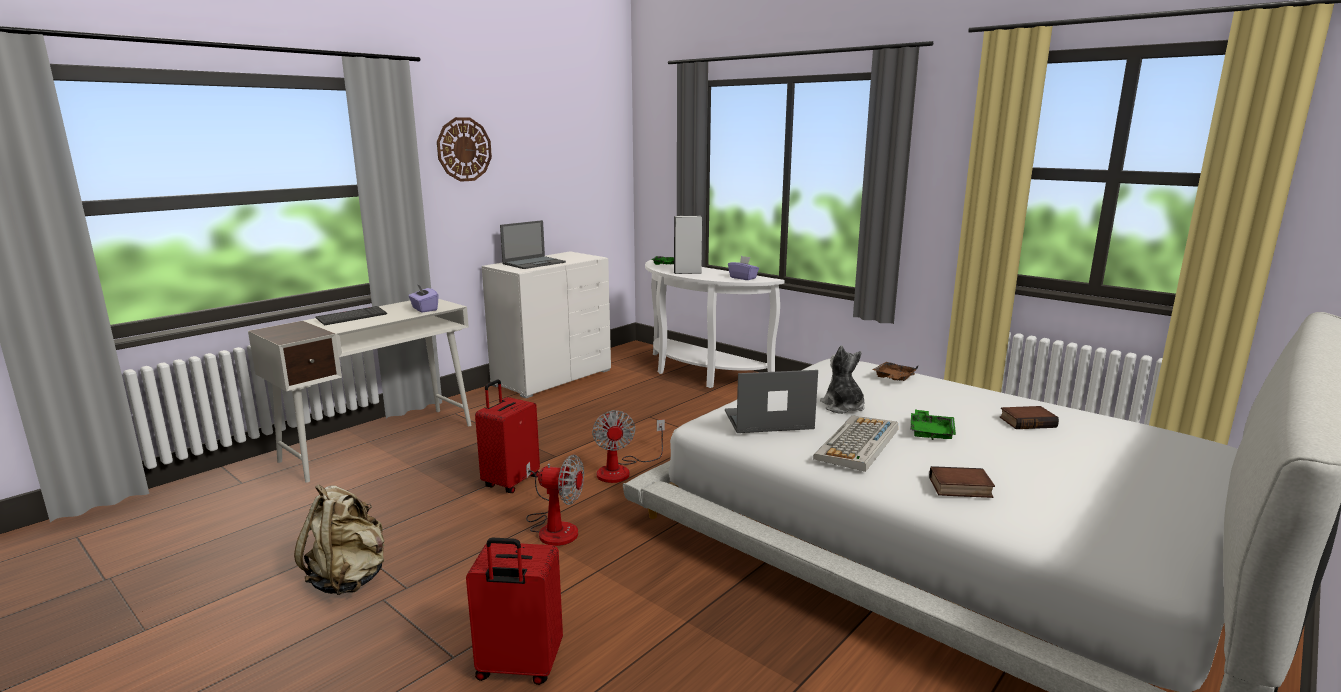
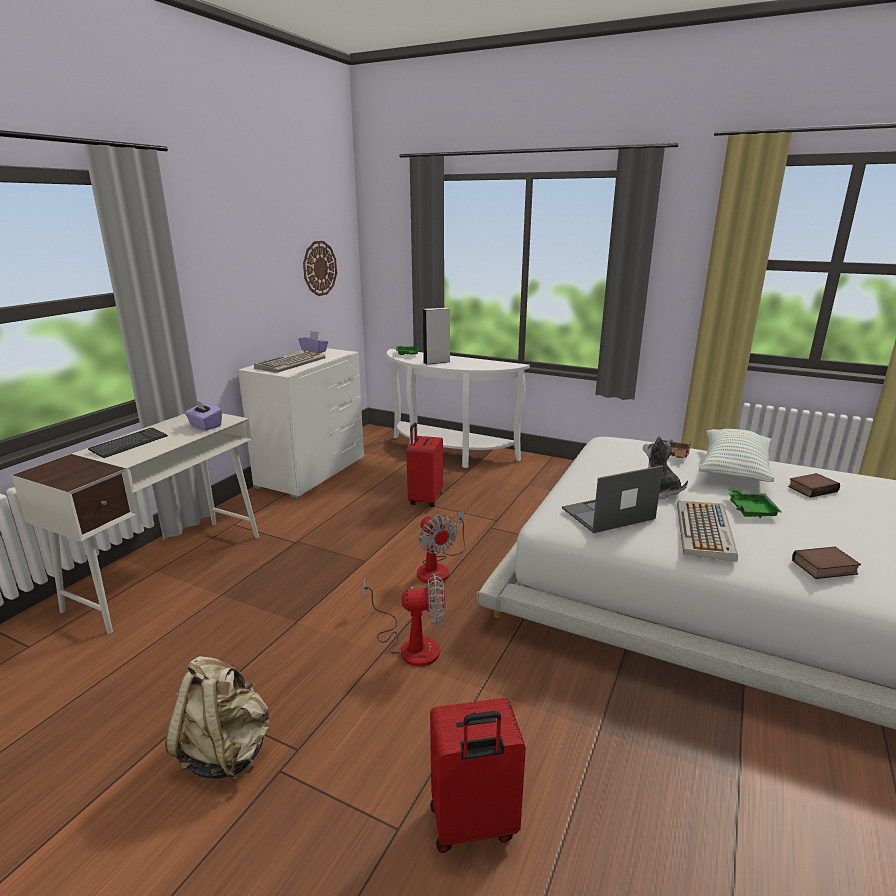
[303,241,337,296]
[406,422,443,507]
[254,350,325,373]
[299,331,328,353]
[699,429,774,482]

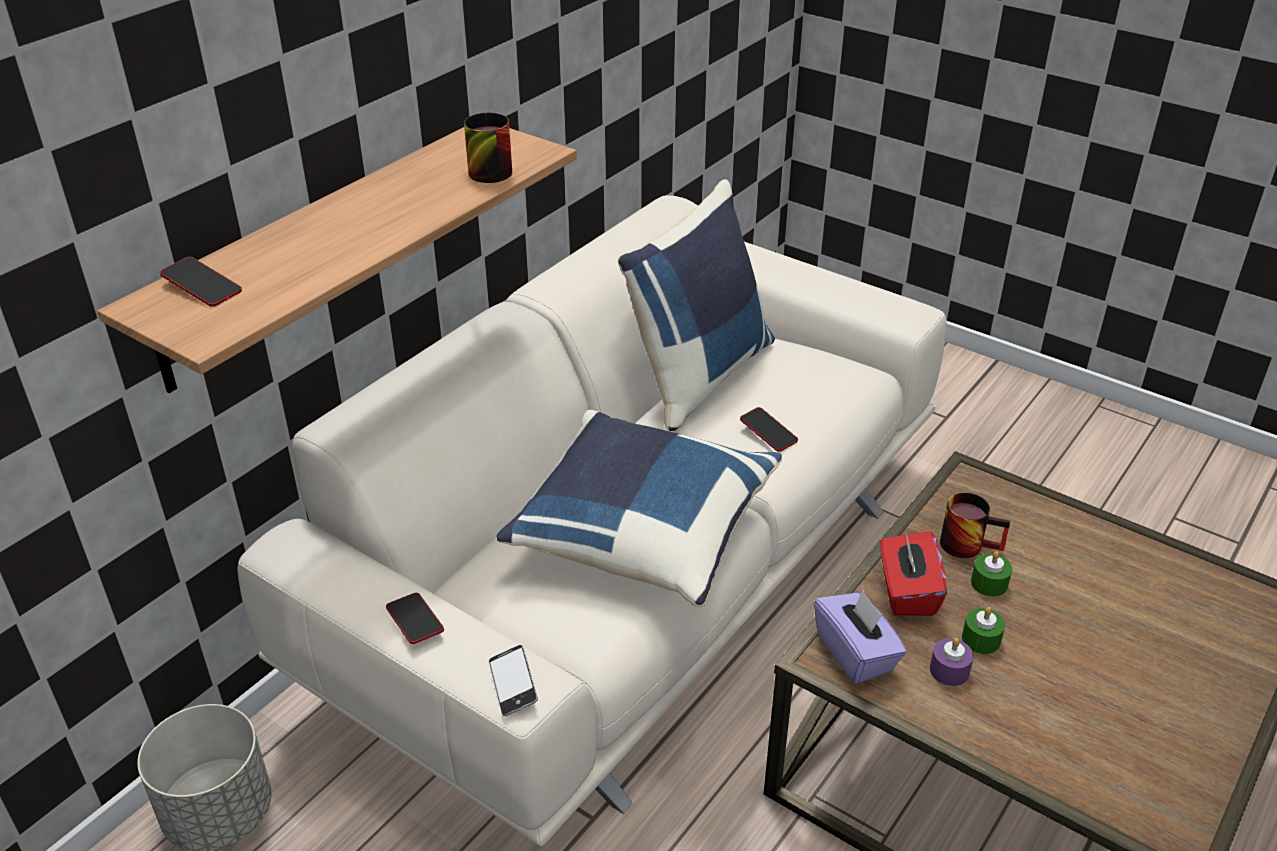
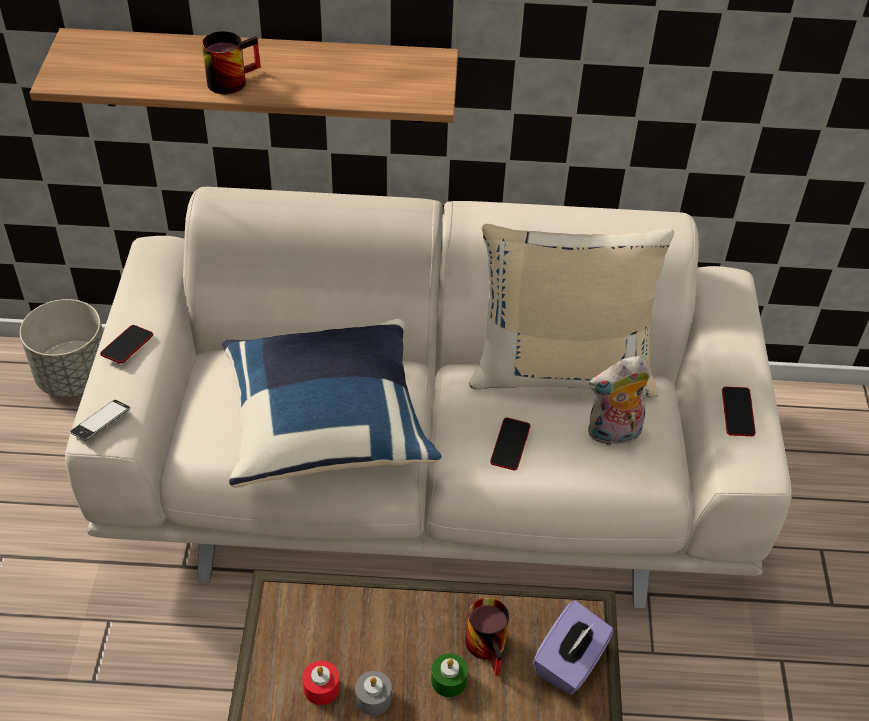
[722,387,756,436]
[202,31,261,94]
[469,224,674,397]
[533,600,614,695]
[880,531,947,616] (first image)
[303,661,340,705]
[355,671,392,716]
[588,356,651,445]

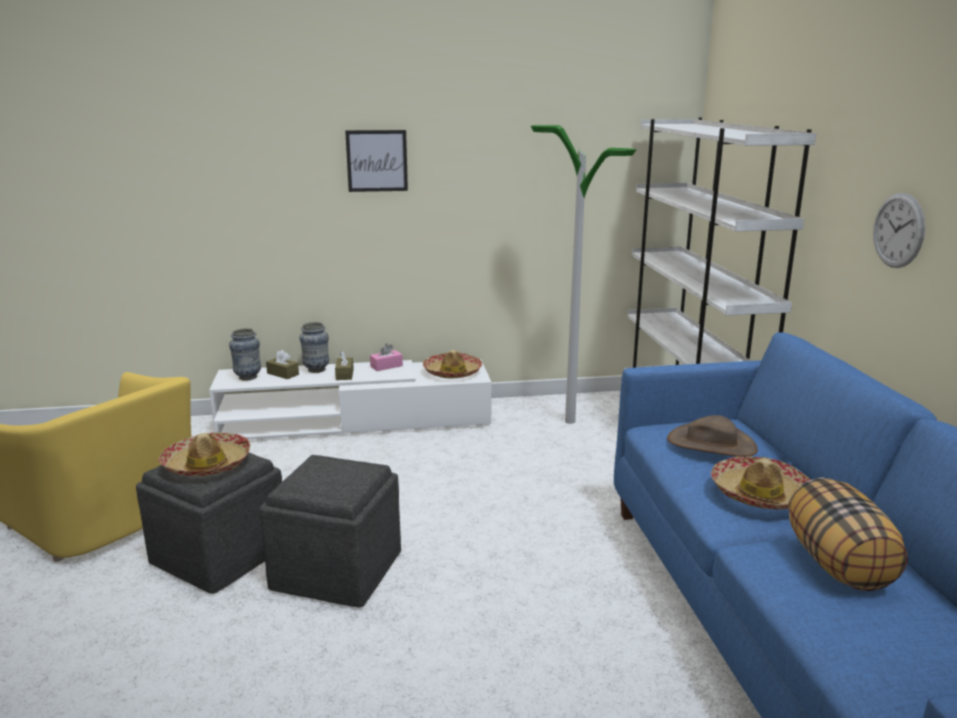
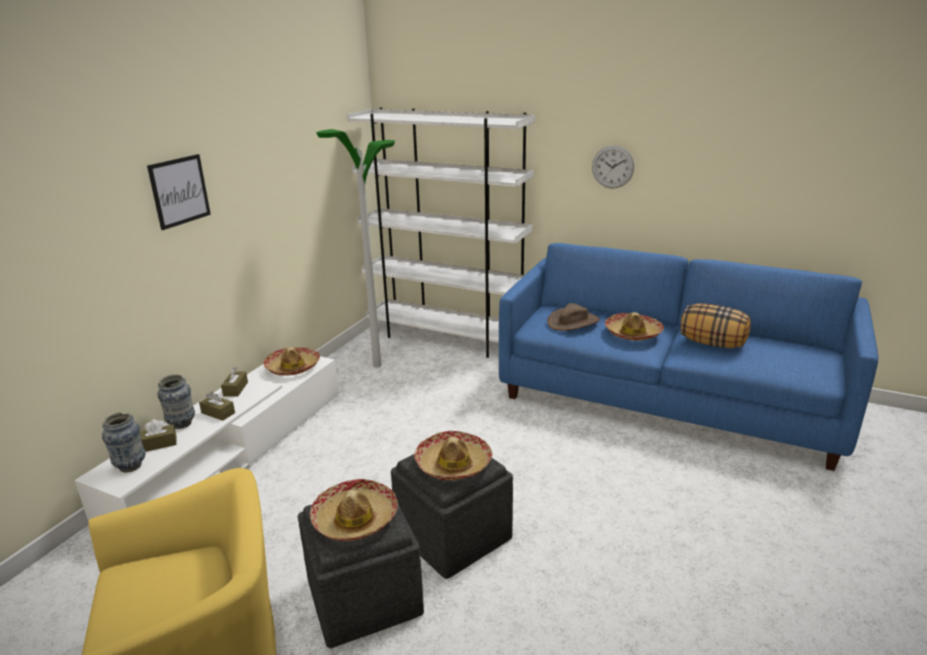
[221,367,248,397]
[414,431,492,480]

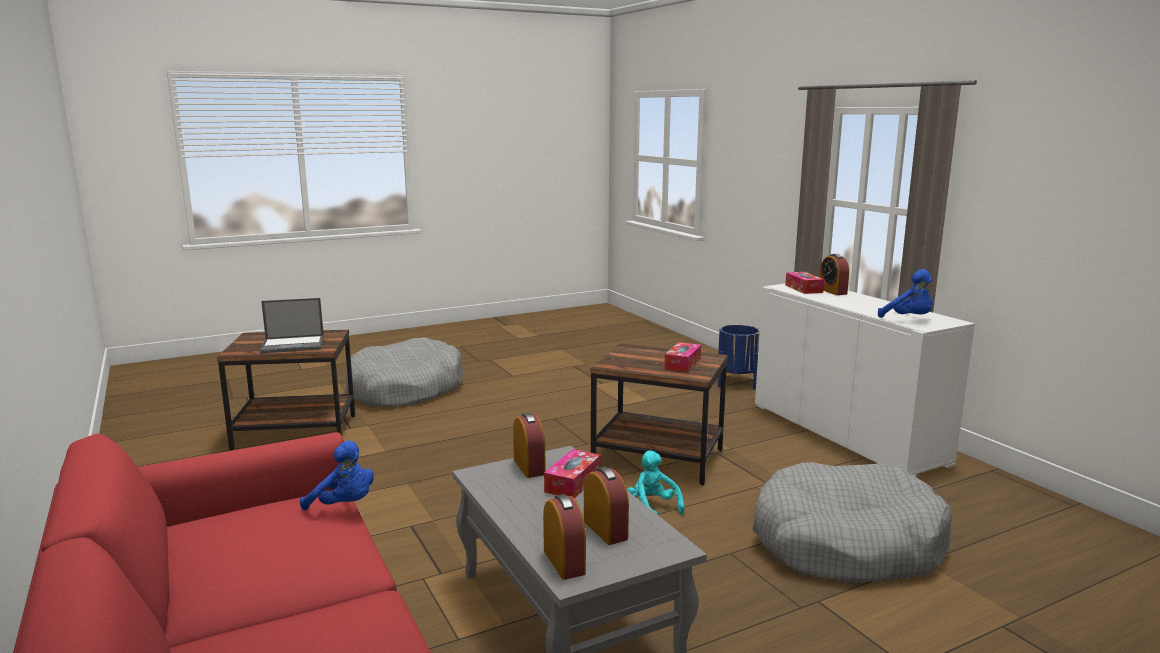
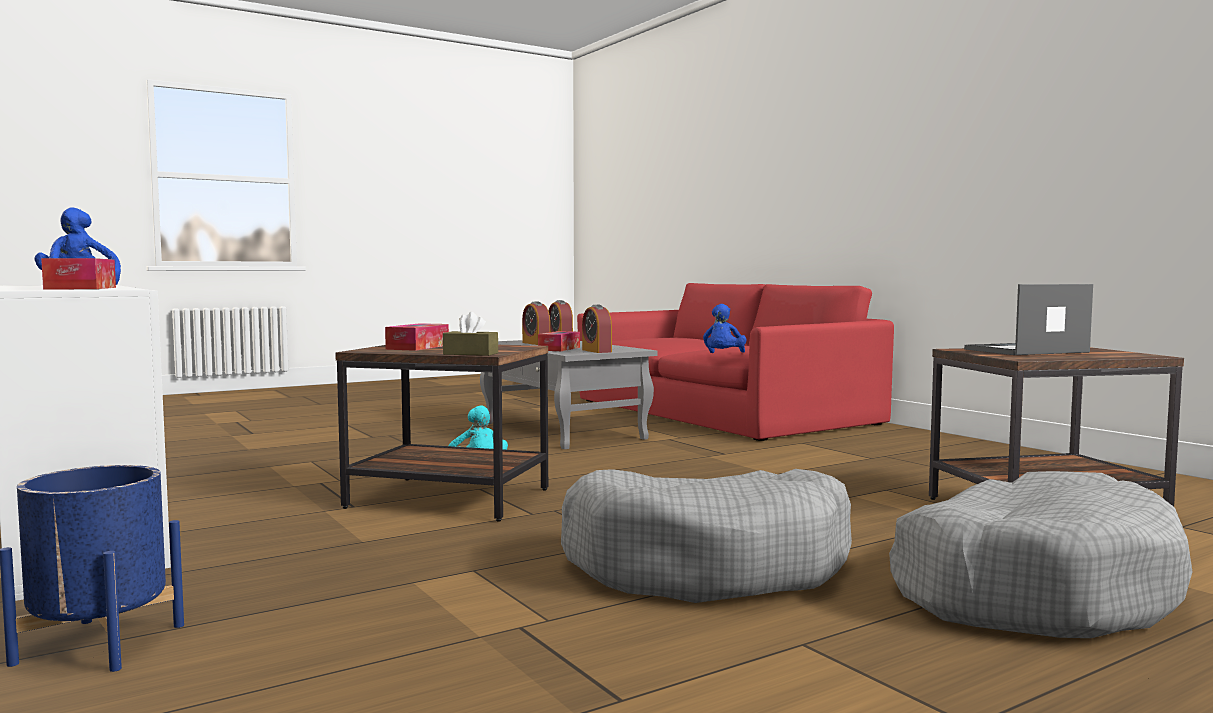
[703,304,746,353]
[561,469,852,603]
[820,254,849,295] (first image)
[443,312,498,356]

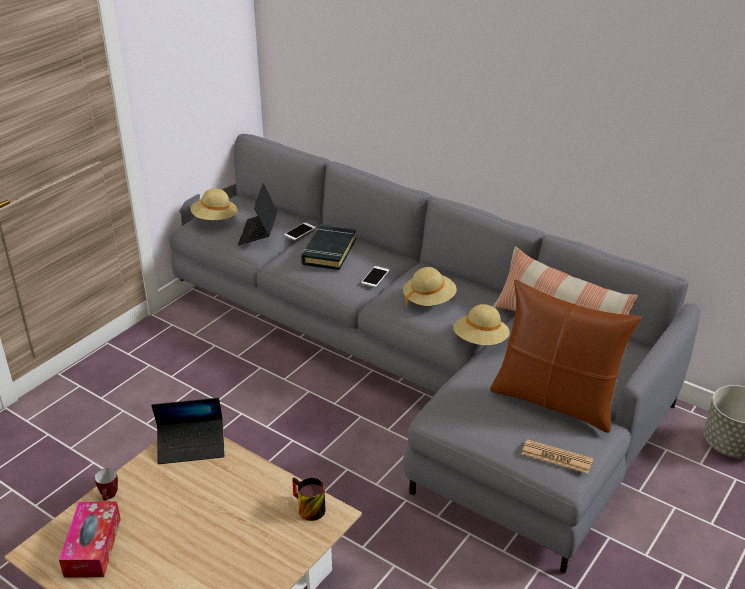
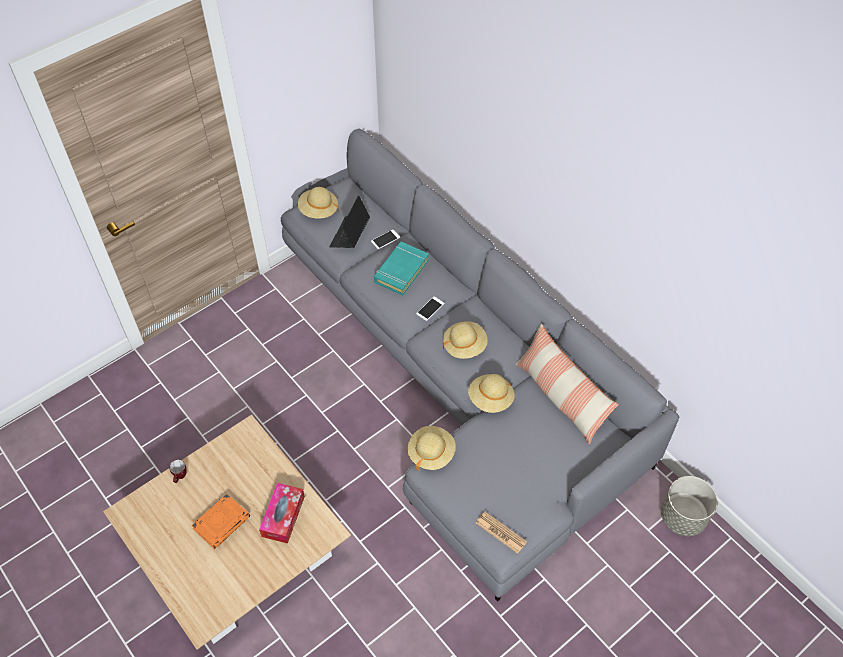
[259,483,305,544]
[151,398,225,464] (first image)
[292,477,325,521] (first image)
[374,242,429,295]
[490,280,641,433] (first image)
[191,494,250,549]
[407,426,456,471]

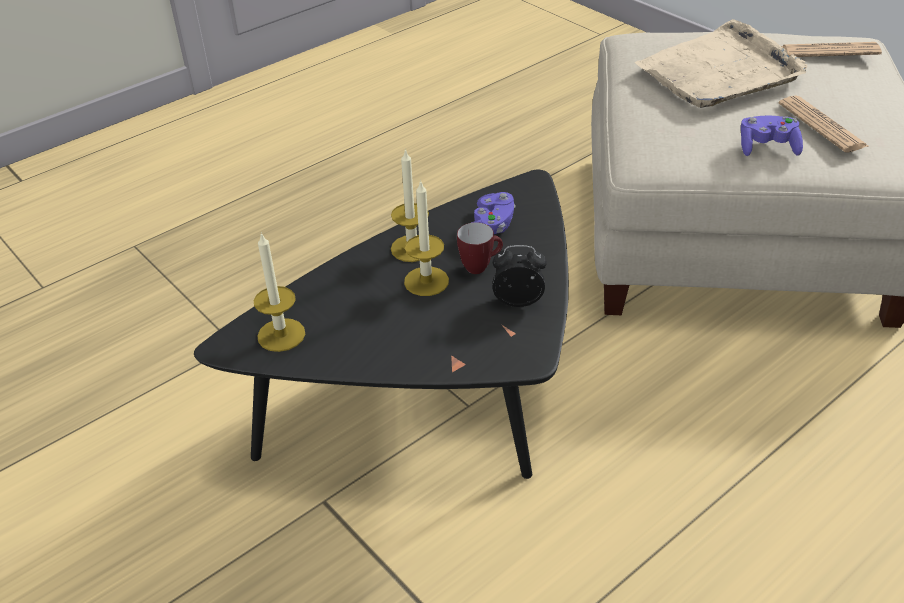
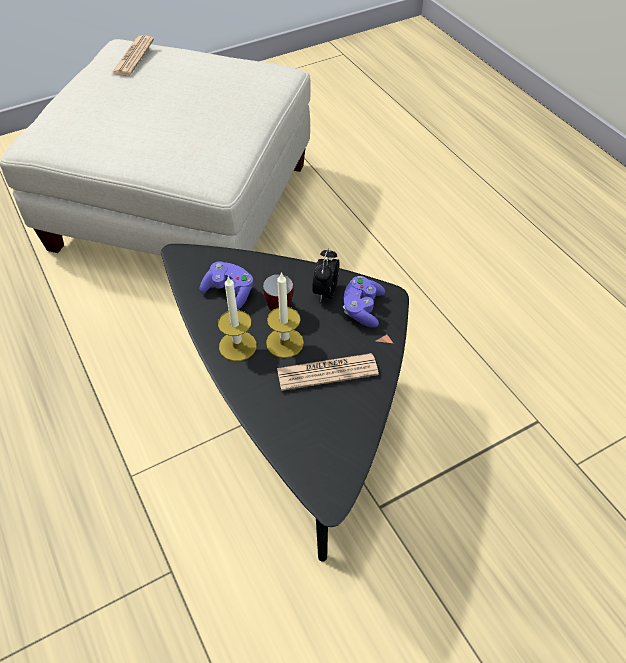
[253,232,305,352] (first image)
[635,19,807,108] (first image)
[343,276,385,327]
[277,353,379,391]

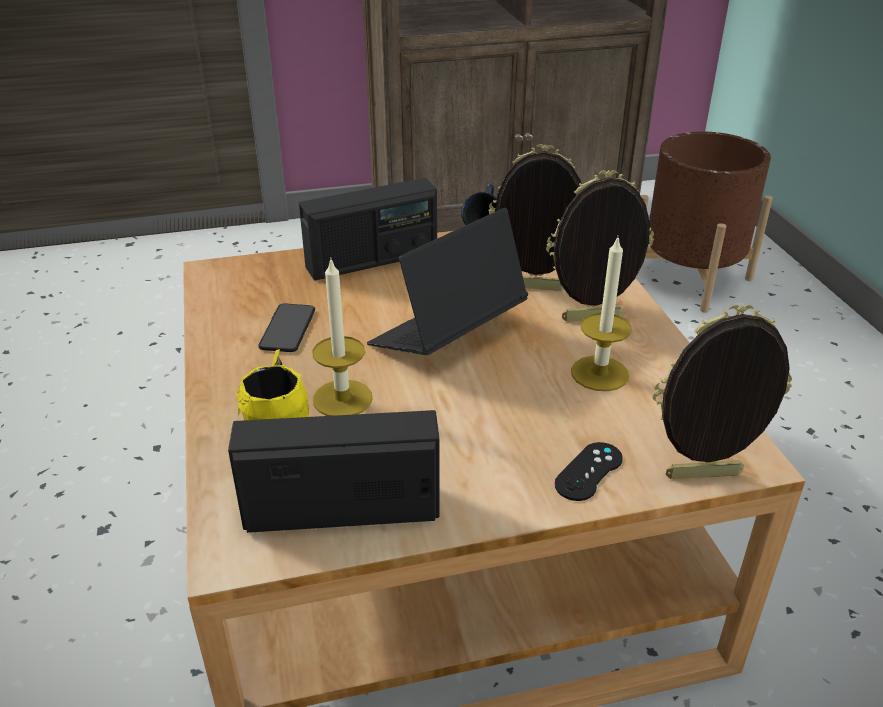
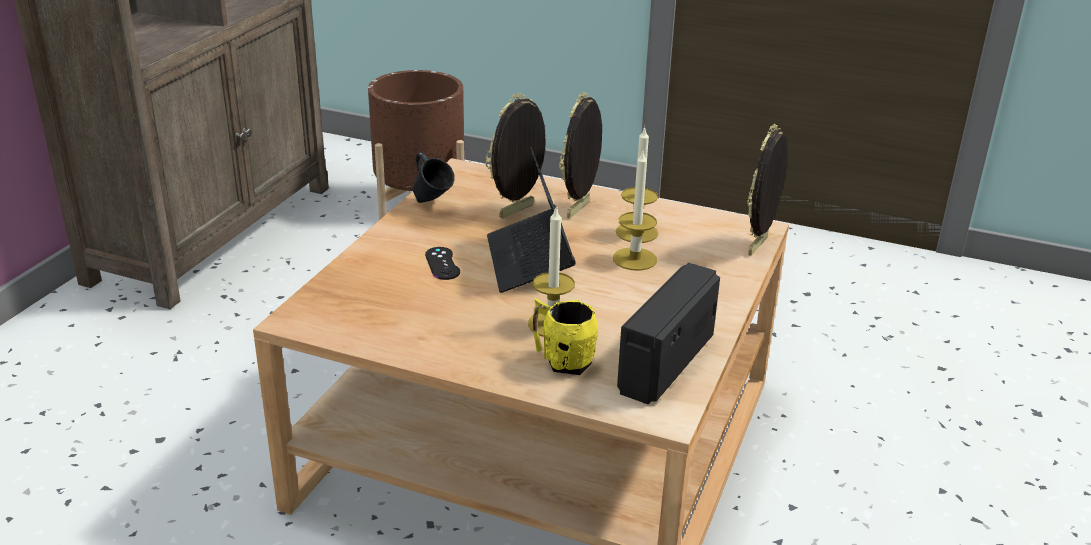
[258,303,315,352] (first image)
[299,178,437,281] (first image)
[425,247,460,280]
[613,151,657,271]

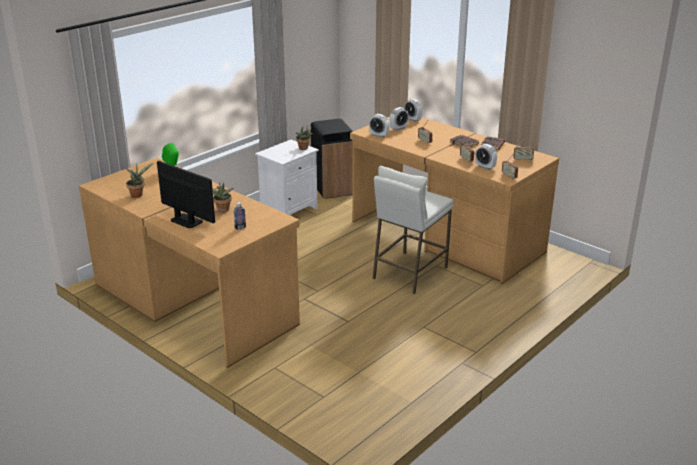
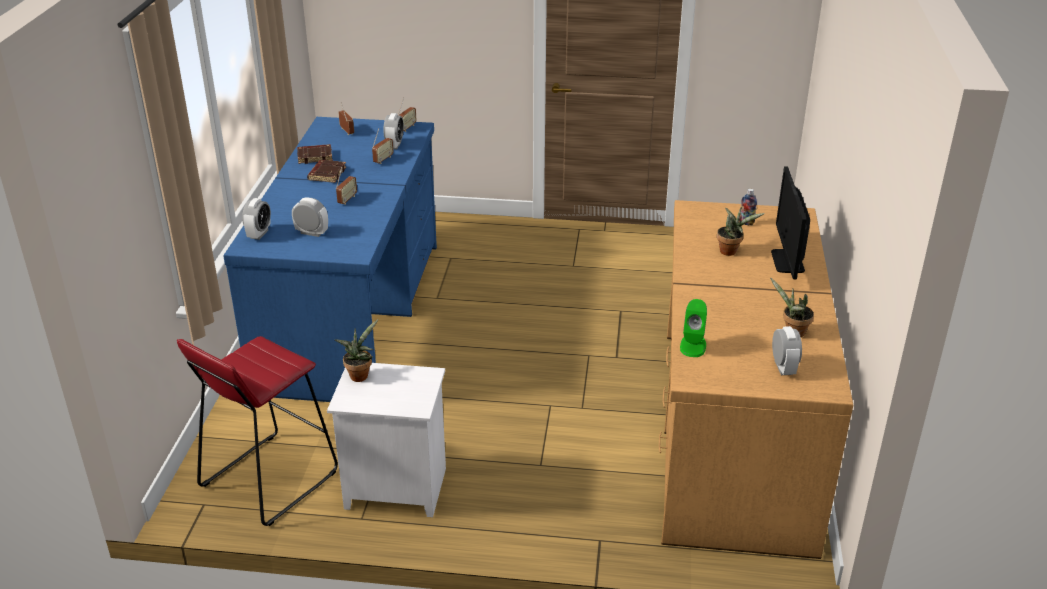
[177,336,338,526]
[223,117,437,402]
[772,326,802,375]
[373,166,453,294] (first image)

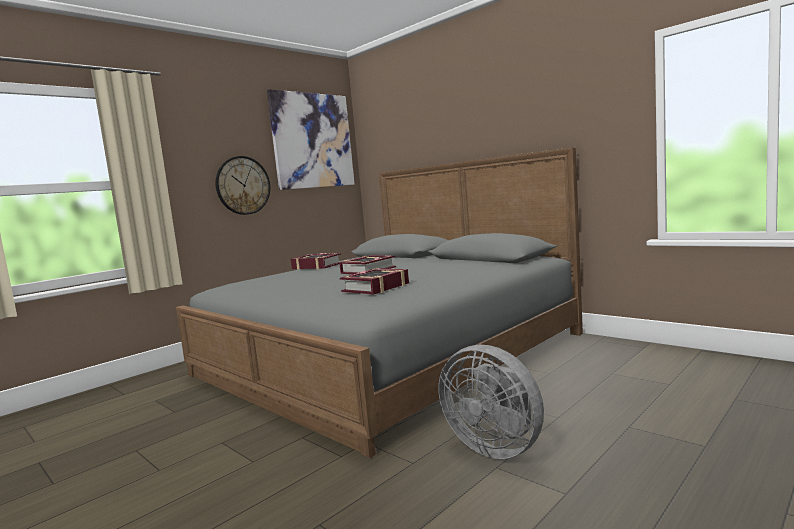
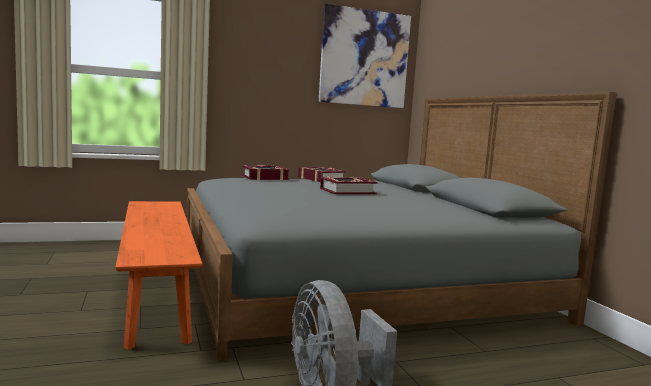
[215,156,270,215] (first image)
[241,165,289,180]
[115,201,203,350]

